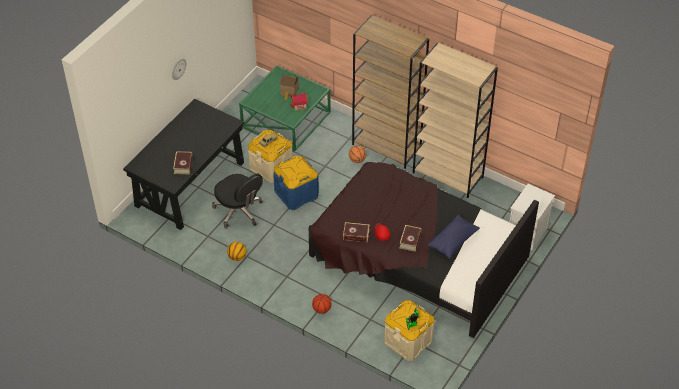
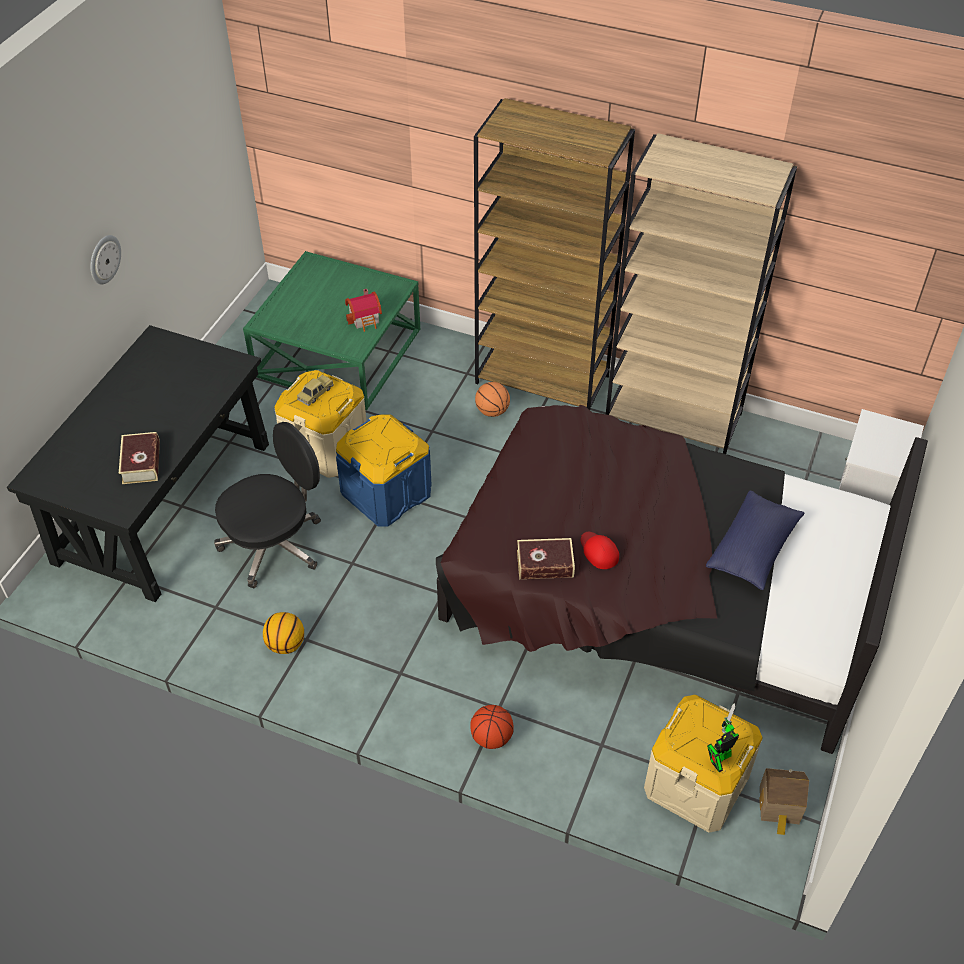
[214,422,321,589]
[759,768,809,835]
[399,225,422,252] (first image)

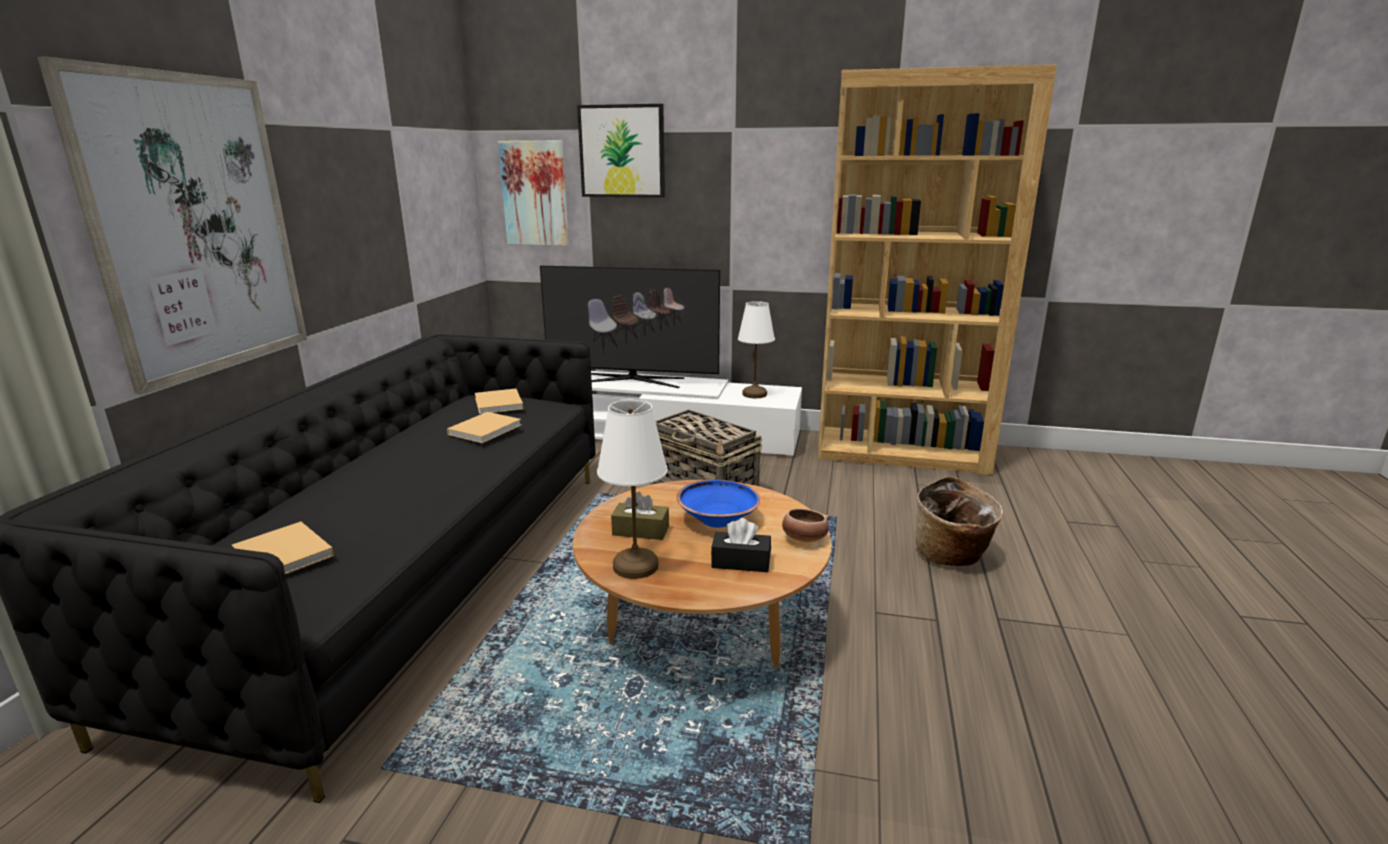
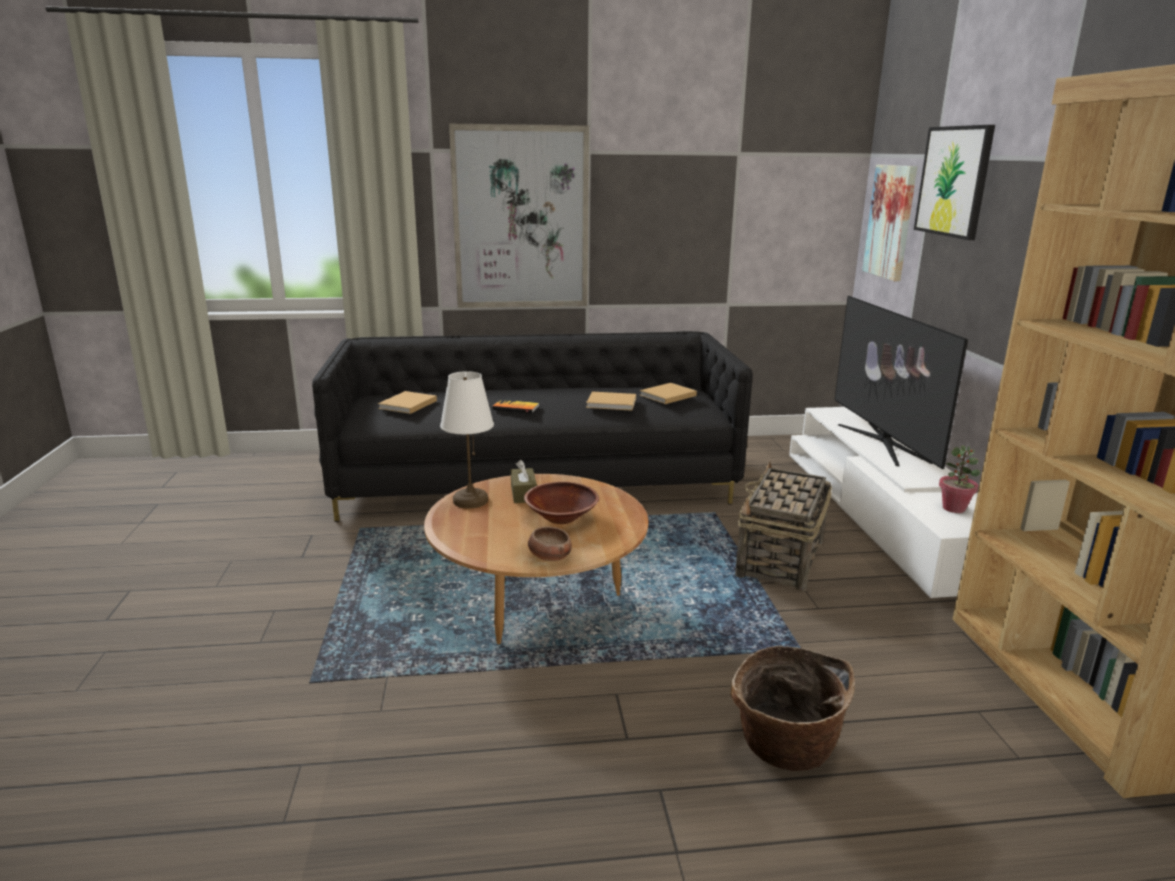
[524,482,599,524]
[711,518,771,572] (first image)
[939,445,981,513]
[492,399,540,413]

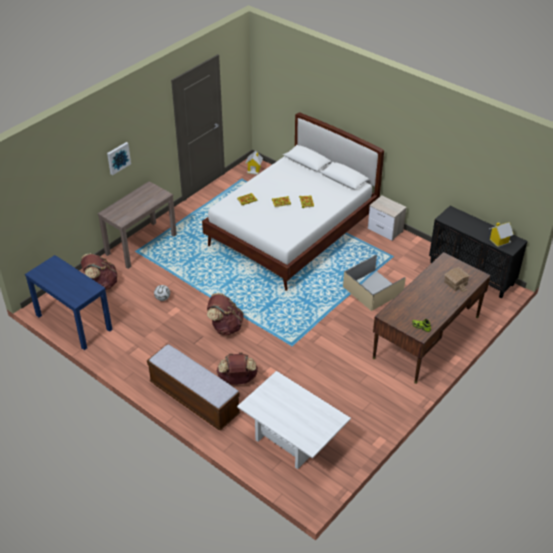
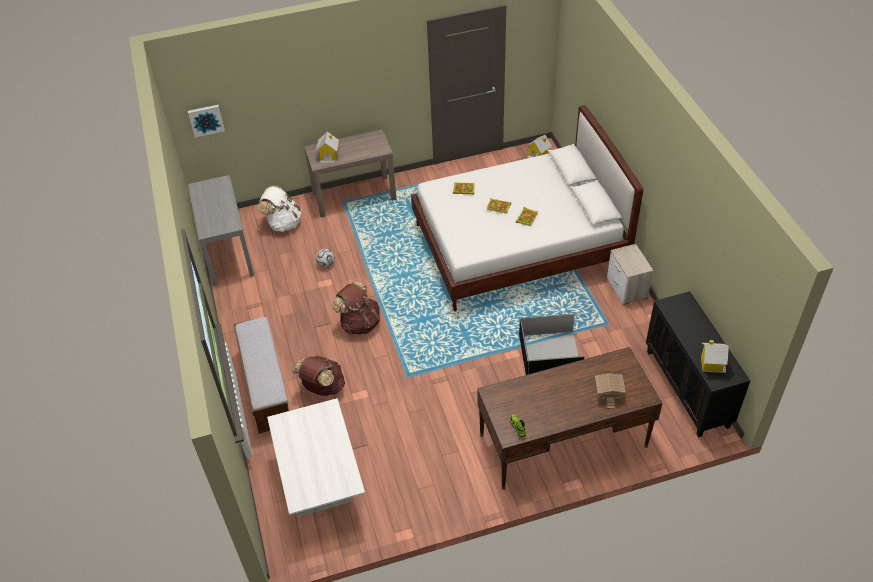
[188,175,254,286]
[258,186,302,232]
[188,105,225,138]
[519,314,584,375]
[316,132,339,164]

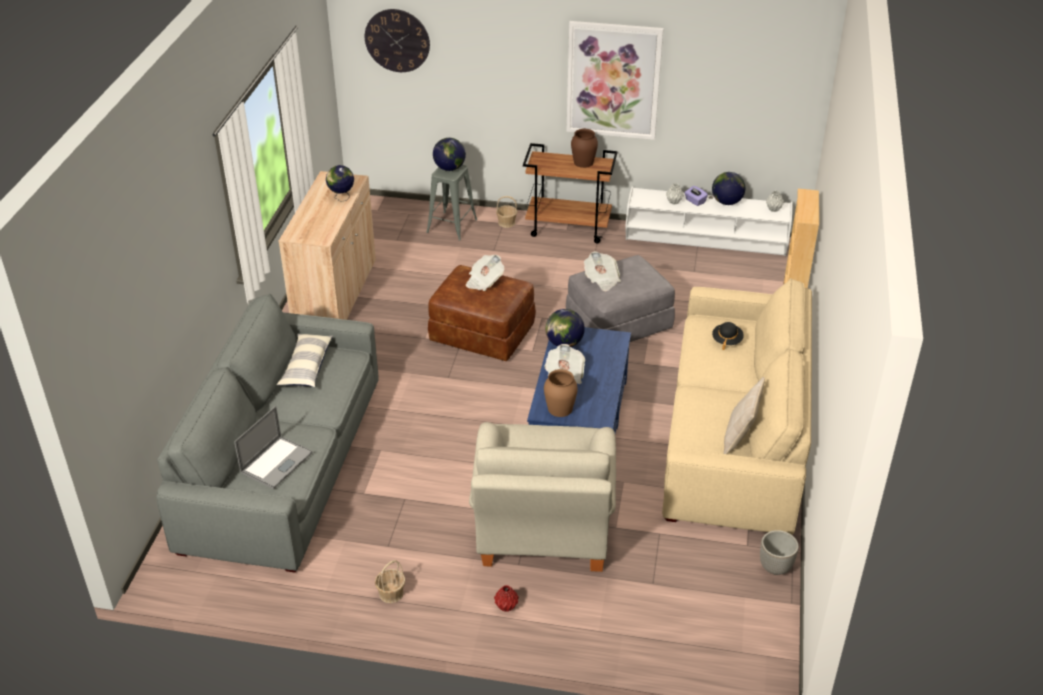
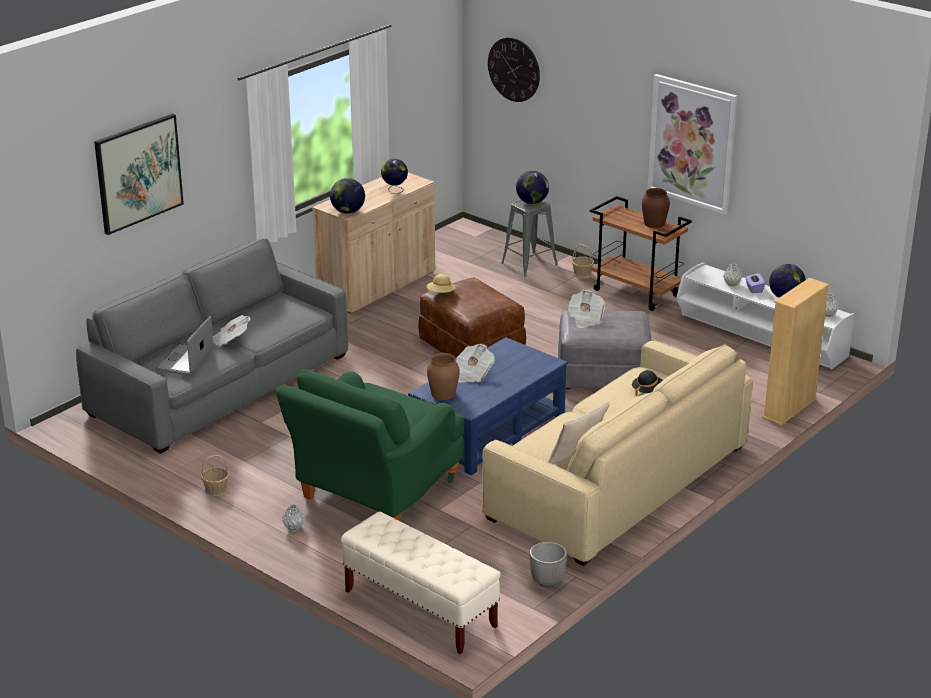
[156,316,214,376]
[277,334,333,387] (first image)
[213,315,251,347]
[276,369,464,521]
[282,504,305,531]
[330,178,365,214]
[94,114,184,235]
[341,512,500,654]
[426,274,456,293]

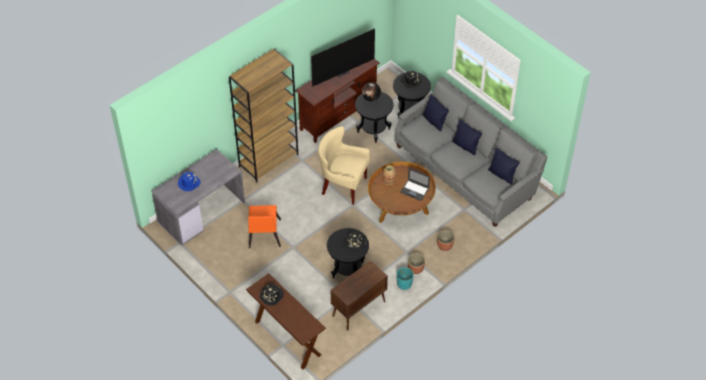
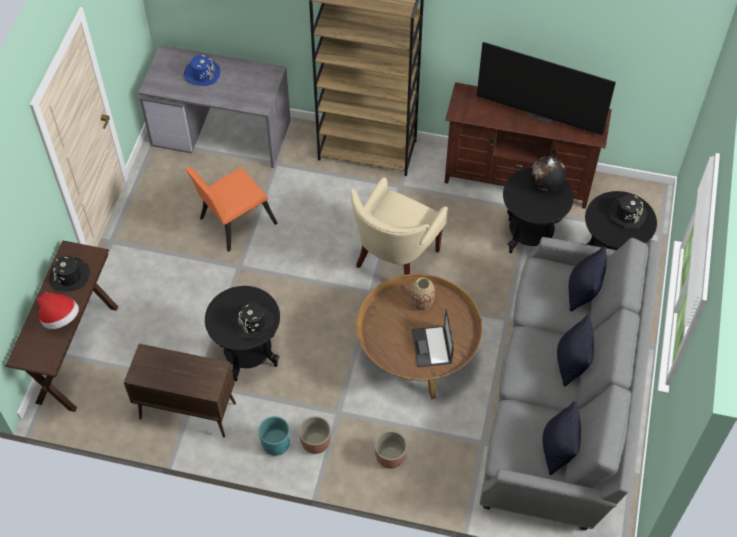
[351,177,448,275]
[37,292,79,329]

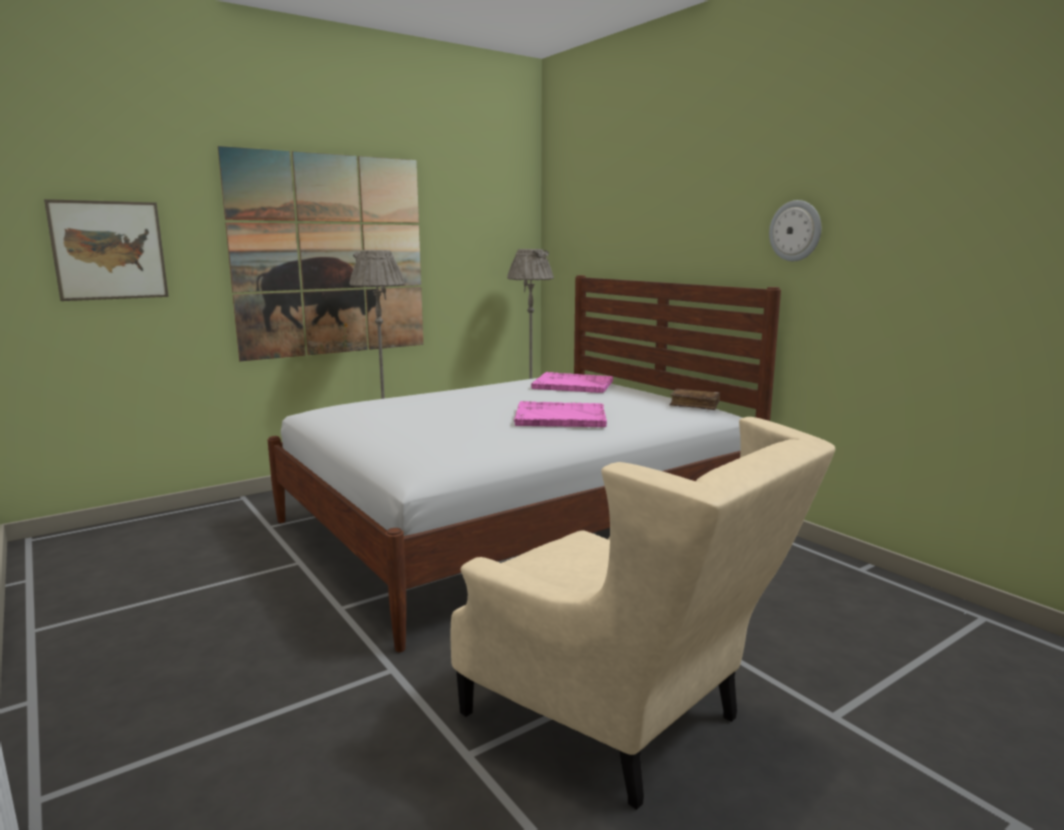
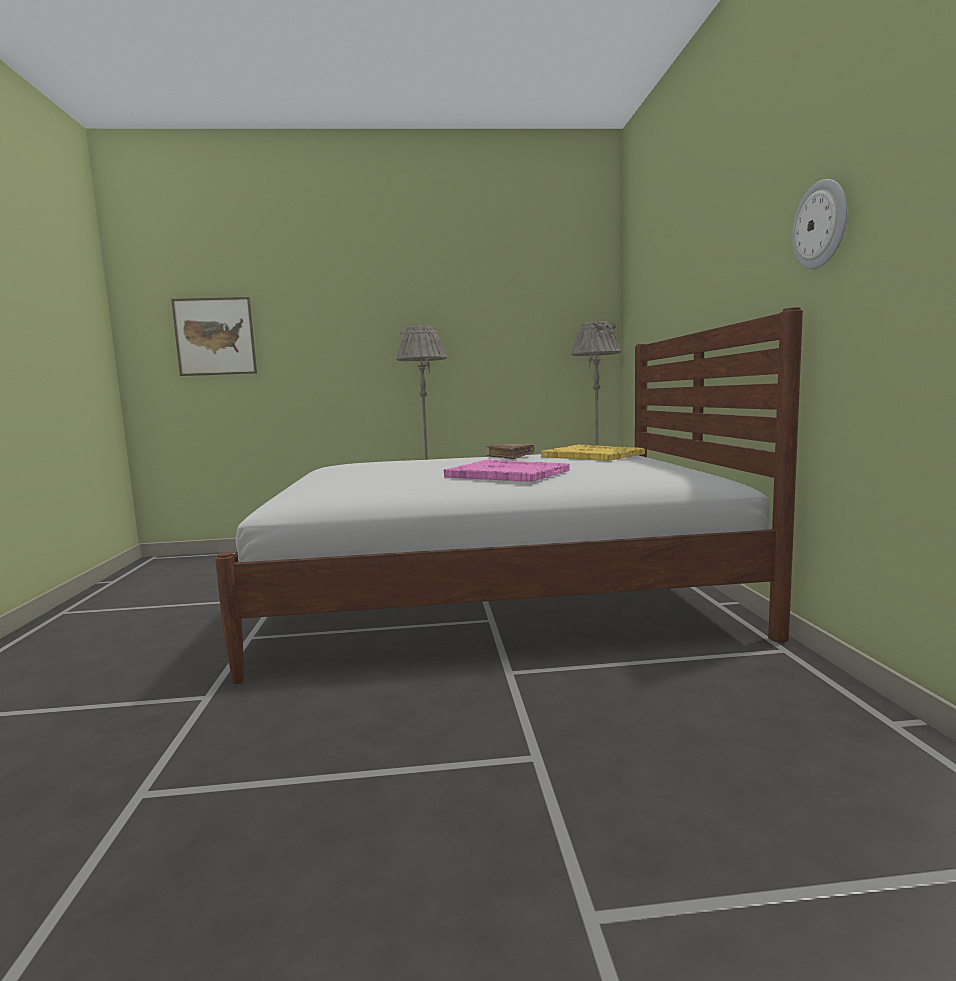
[218,146,423,361] (first image)
[451,417,835,810] (first image)
[541,444,645,461]
[486,443,535,459]

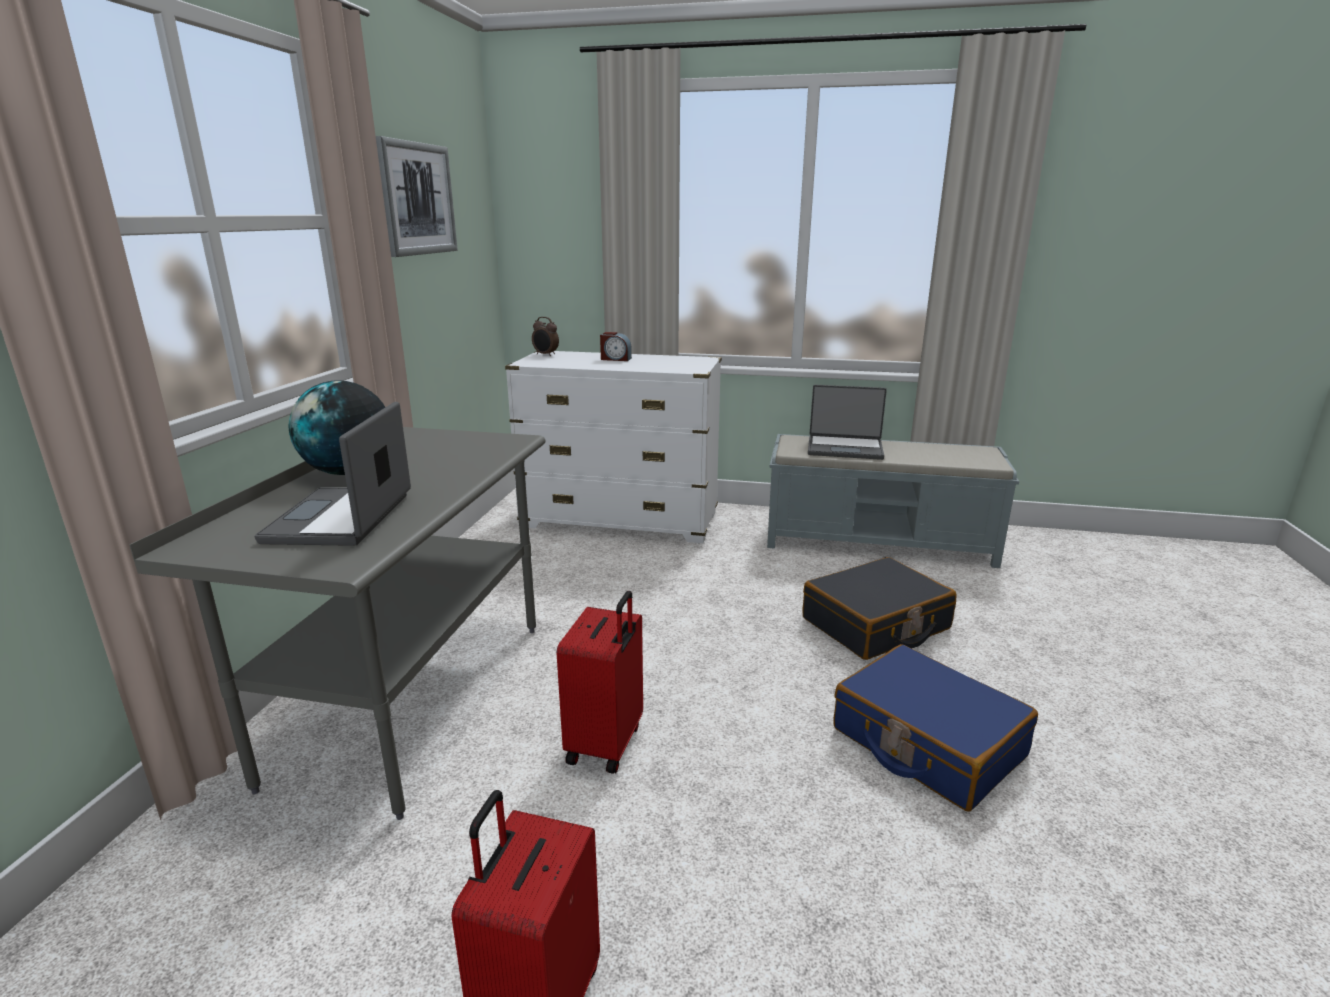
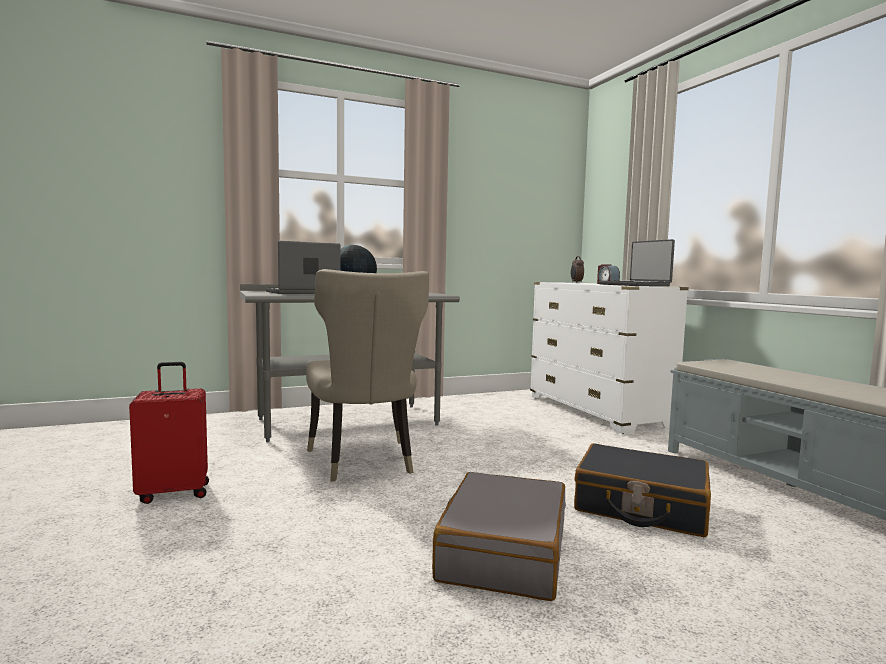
[376,136,458,257] (first image)
[306,269,429,482]
[599,239,675,287]
[432,472,566,601]

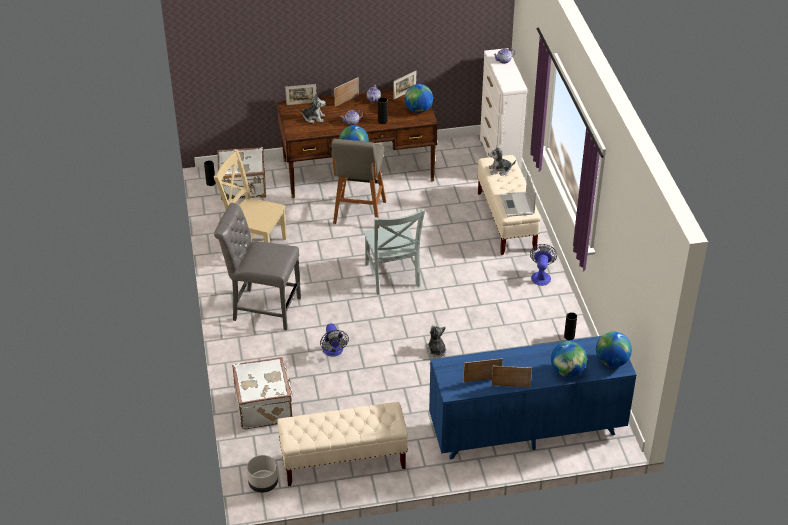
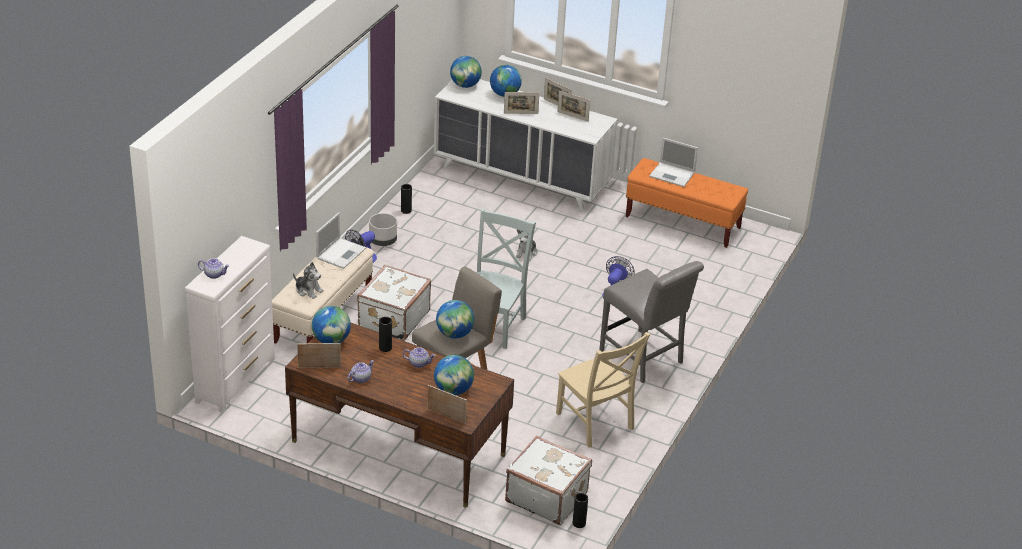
[357,265,431,341]
[369,213,397,246]
[626,158,748,248]
[434,355,474,395]
[504,92,540,114]
[434,79,618,210]
[649,138,698,187]

